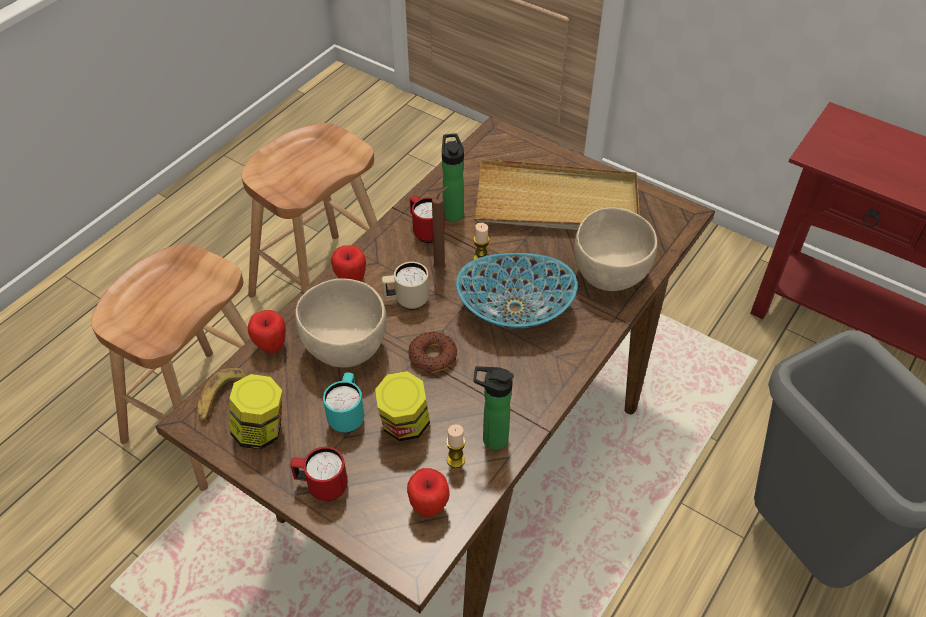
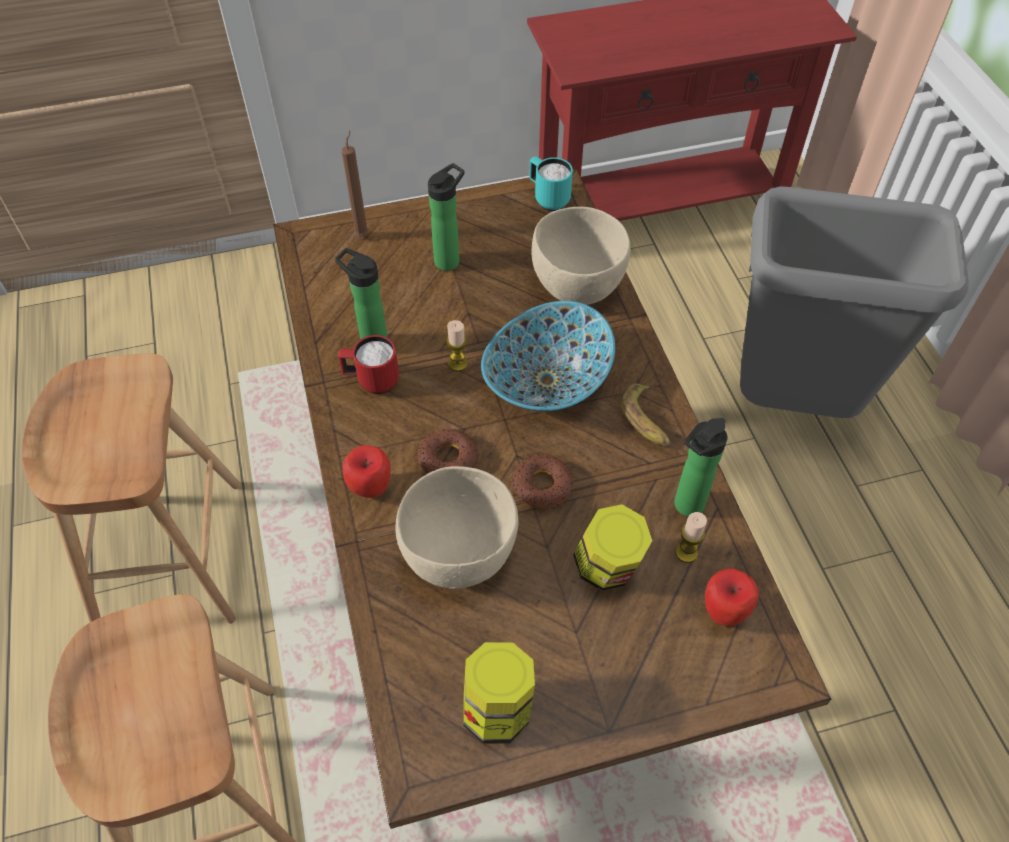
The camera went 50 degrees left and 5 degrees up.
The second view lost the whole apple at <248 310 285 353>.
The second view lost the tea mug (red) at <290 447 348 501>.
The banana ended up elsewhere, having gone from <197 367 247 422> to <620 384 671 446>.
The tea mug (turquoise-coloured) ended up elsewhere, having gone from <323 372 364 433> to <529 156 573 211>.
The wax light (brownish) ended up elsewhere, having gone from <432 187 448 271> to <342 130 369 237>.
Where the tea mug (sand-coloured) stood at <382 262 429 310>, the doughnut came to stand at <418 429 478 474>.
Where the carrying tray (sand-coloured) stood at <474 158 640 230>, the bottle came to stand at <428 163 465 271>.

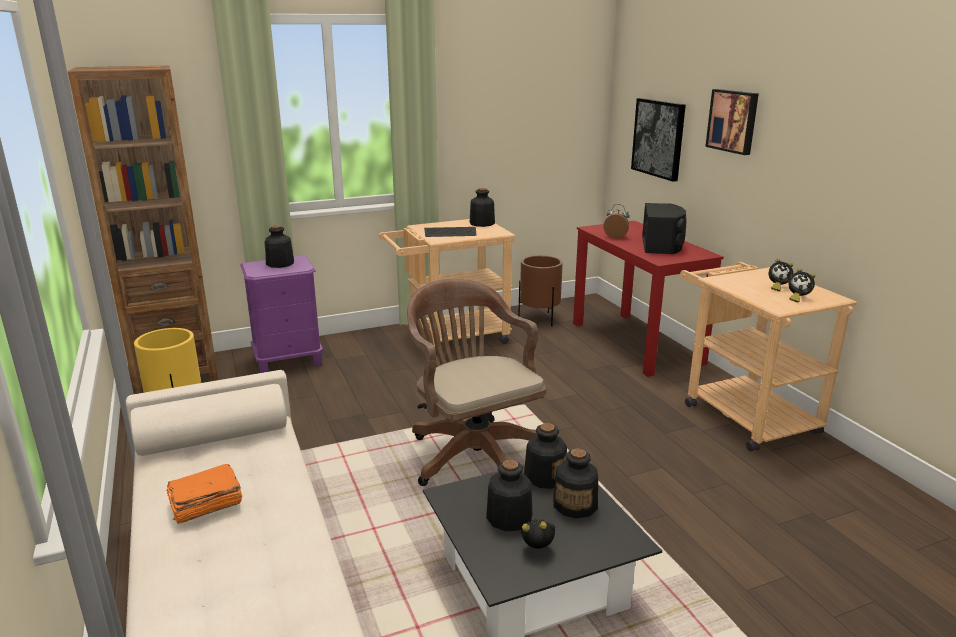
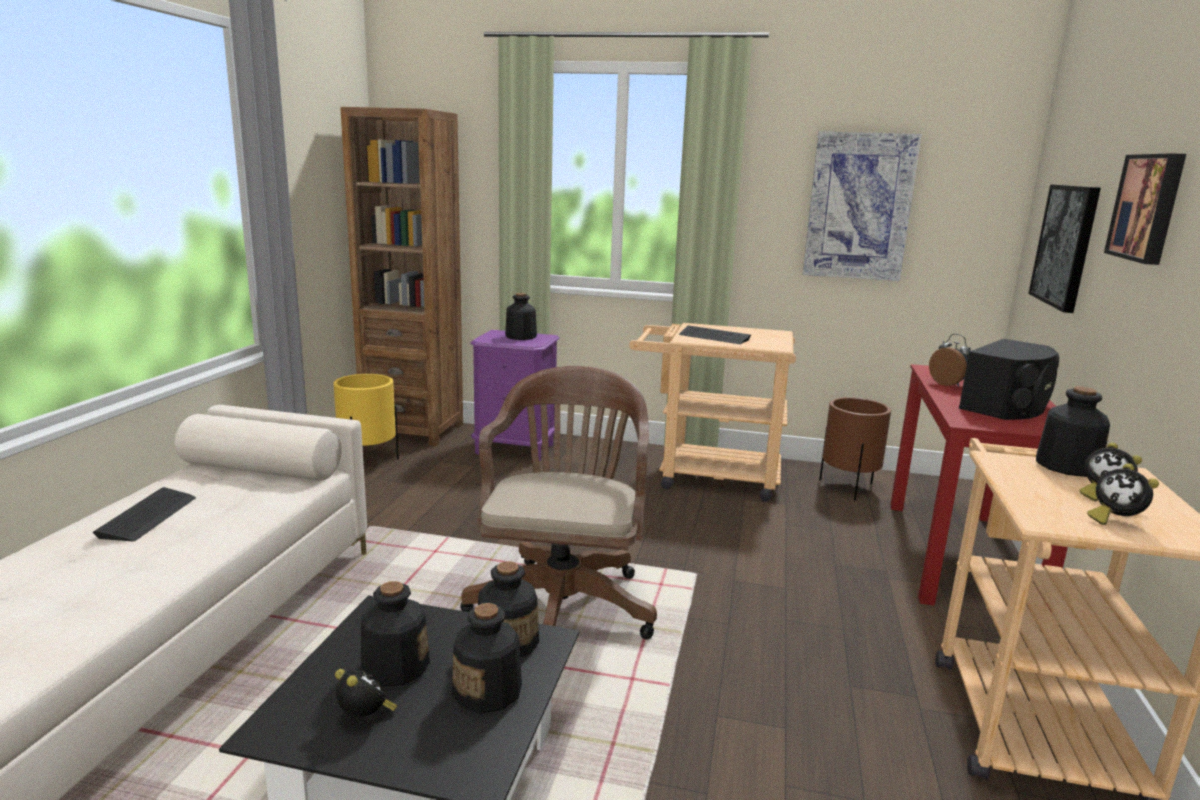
The camera went 35 degrees right and 5 degrees down.
The second view gained the wall picture at <803 131 922 281>.
The bottle ended up elsewhere, having gone from <470 188 495 227> to <1036 386 1110 477>.
Where the volume (orange) stood at <166 464 242 524>, the PC keyboard came to stand at <93 487 196 541>.

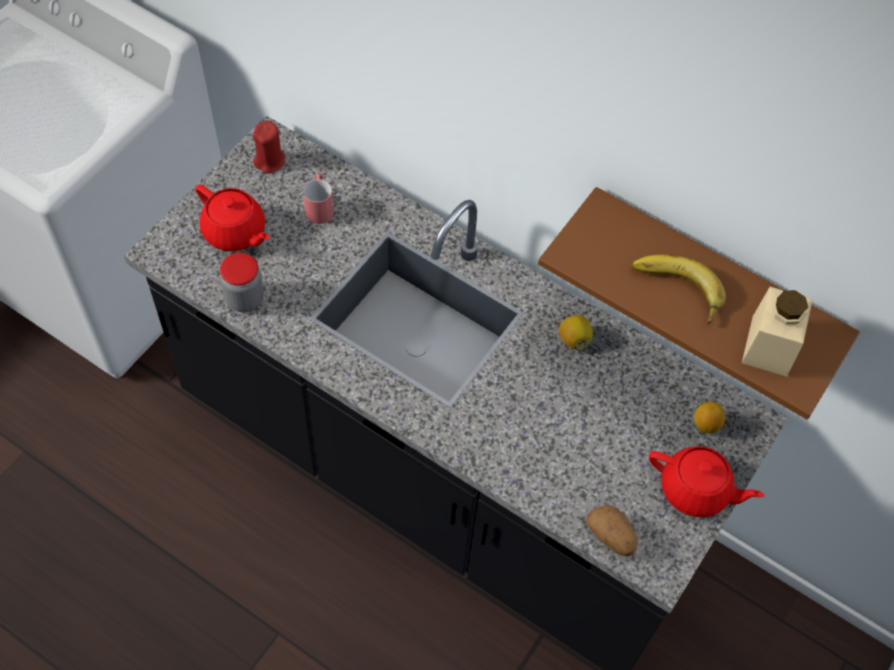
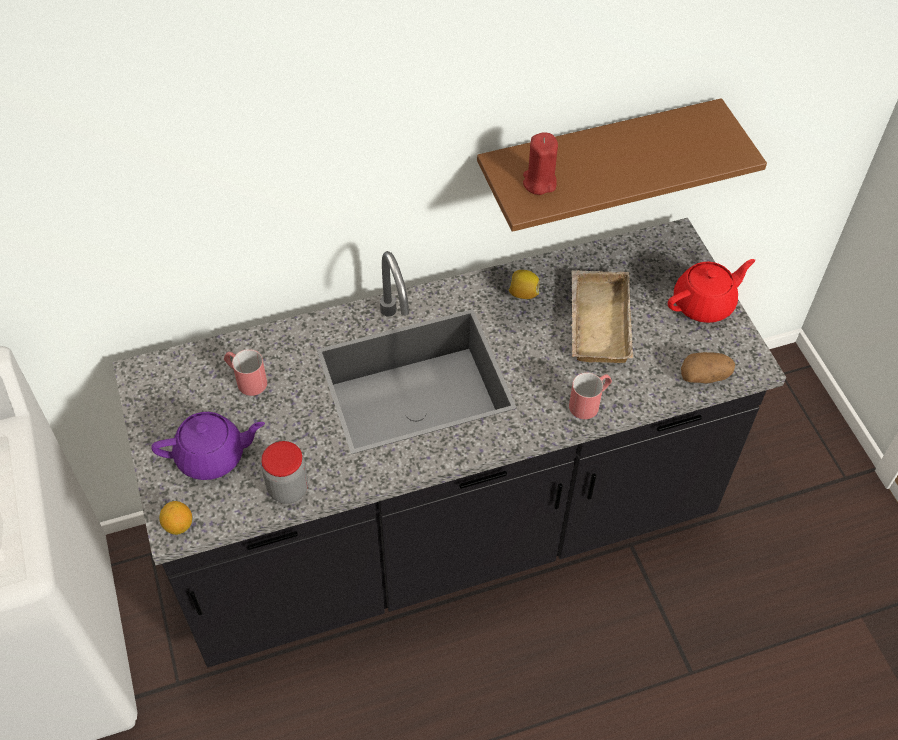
The camera went 50 degrees left and 5 degrees down.
The second view lost the banana at <632 255 726 324>.
The second view lost the jar (sand-coloured) at <742 287 813 376>.
The second view gained the tea mug (red) at <569 373 612 419>.
The second view gained the carrying tray (sand-coloured) at <571 270 633 363>.
The wax light (red) ended up elsewhere, having gone from <253 121 285 173> to <523 132 558 195>.
The whole lemon ended up elsewhere, having gone from <694 402 725 433> to <159 501 192 535>.
What was the pot for tea (red) at <196 185 270 251> turned into the pot for tea (purplish) at <151 412 265 480>.

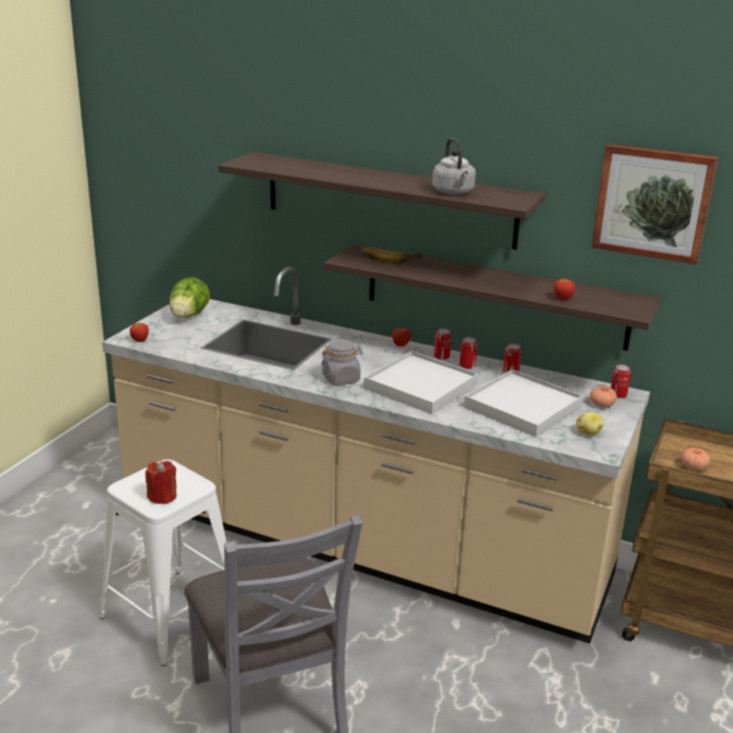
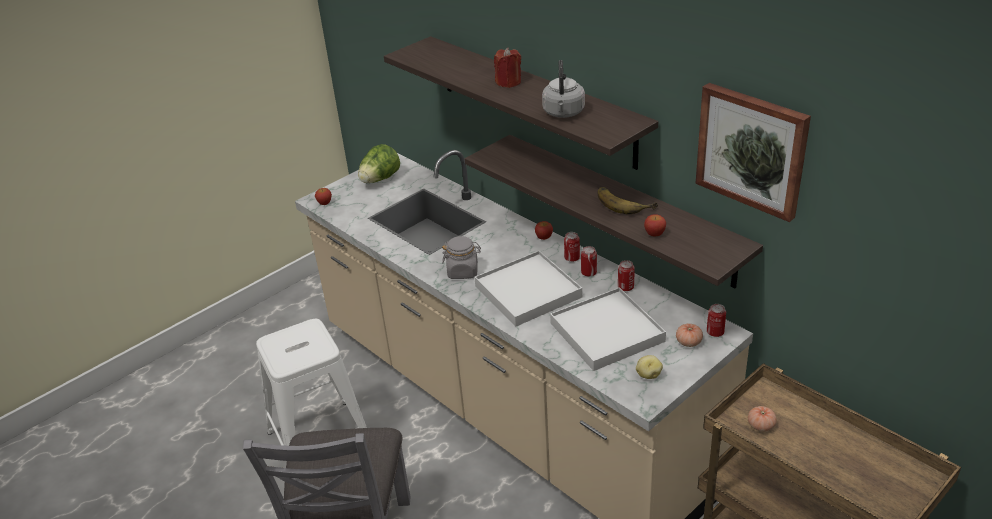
The camera went 25 degrees right and 10 degrees up.
The wax light (red) ended up elsewhere, having gone from <145 461 177 504> to <494 48 521 88>.
The banana ended up elsewhere, having gone from <361 246 422 264> to <598 187 658 214>.

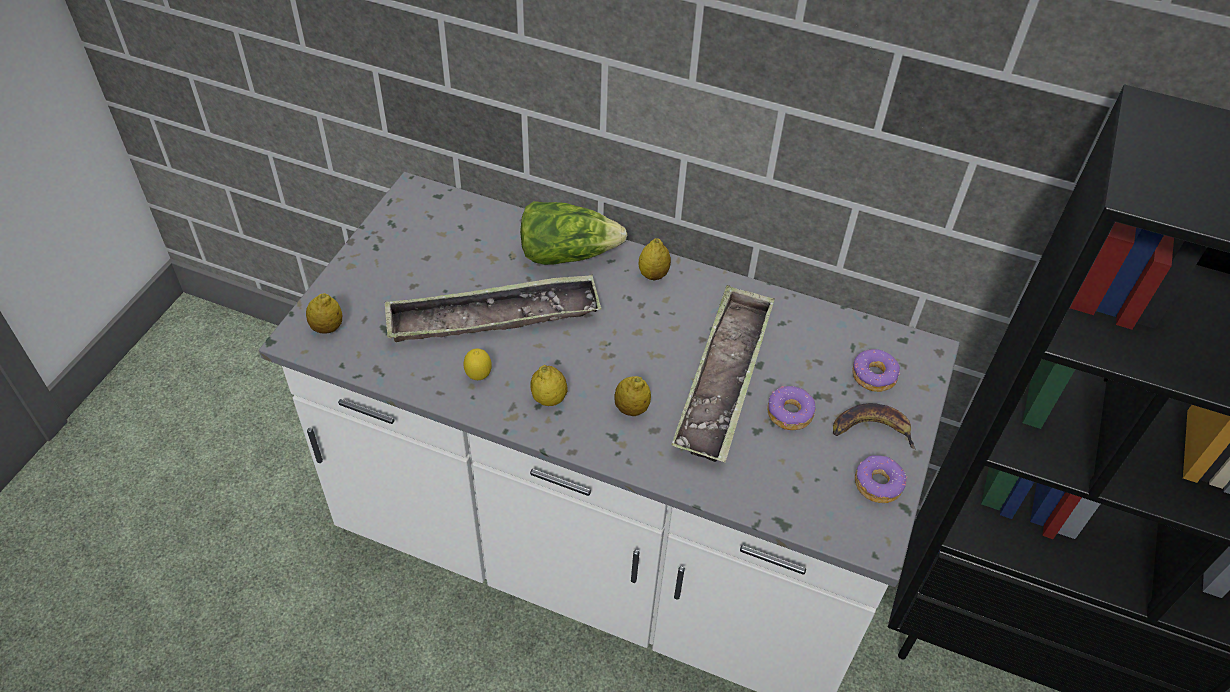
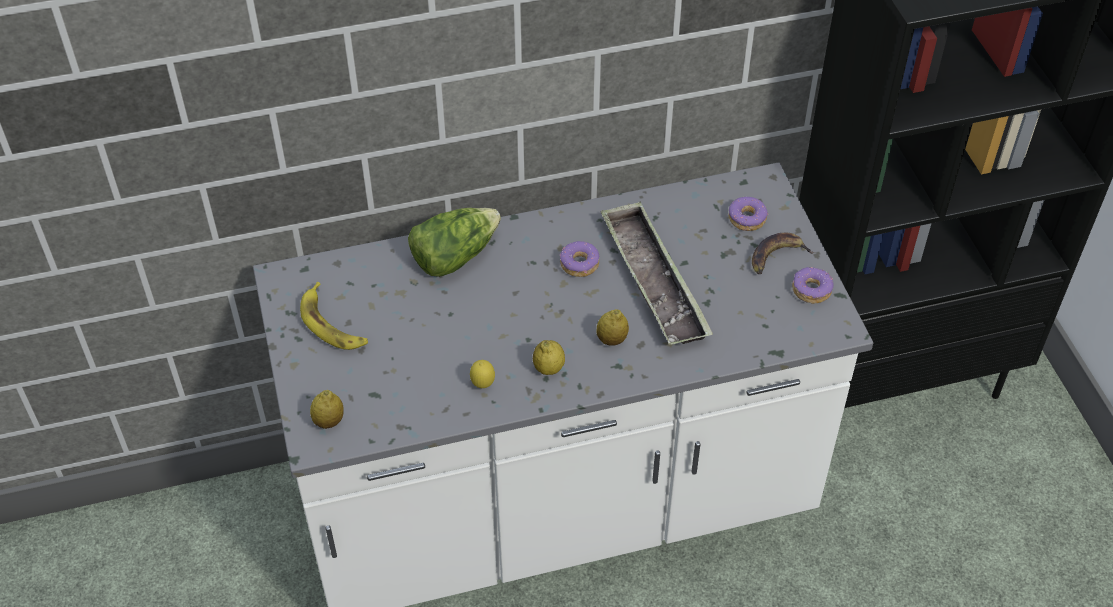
The camera went 35 degrees left and 0 degrees up.
The second view lost the carrying tray at <385 274 601 342>.
The second view lost the whole lemon at <639 239 671 280>.
The second view gained the banana at <300 282 368 350>.
The doughnut ended up elsewhere, having gone from <767 386 815 430> to <560 241 599 277>.

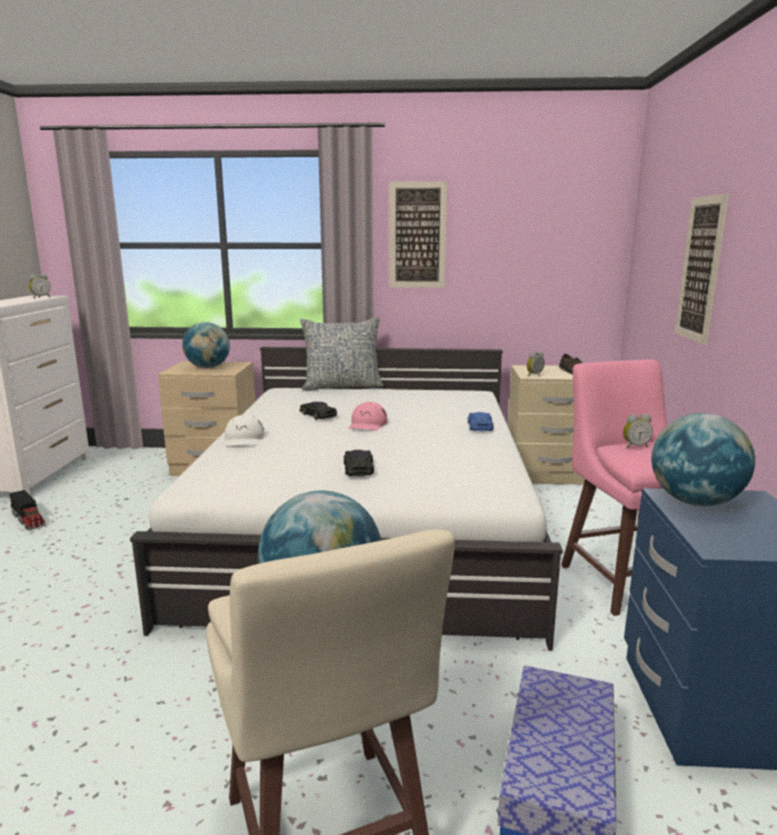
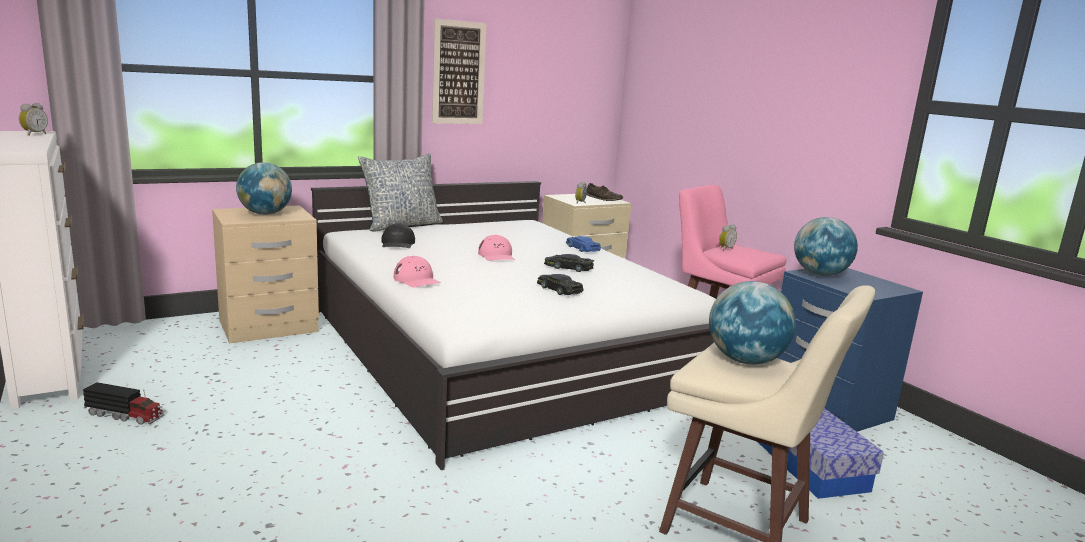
The camera went 35 degrees left and 0 degrees up.
The second view lost the wall picture at <674 193 729 345>.
The second view gained the baseball cap (black) at <381 223 415 248>.
The model car (black) ended up elsewhere, having gone from <300 402 337 420> to <544 254 594 272>.
What was the baseball cap (white-coloured) at <224 415 265 446> turned into the baseball cap (pinkish) at <394 256 441 287>.

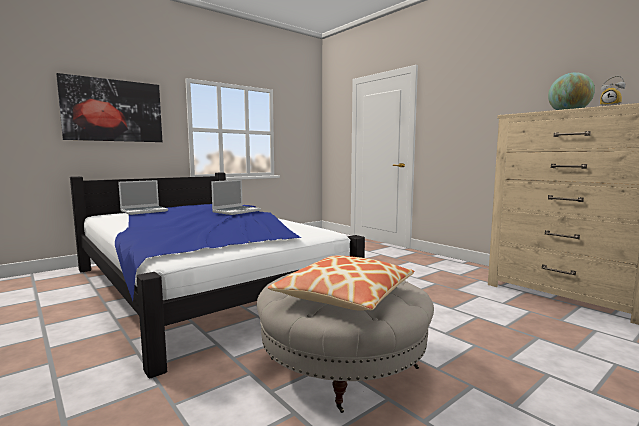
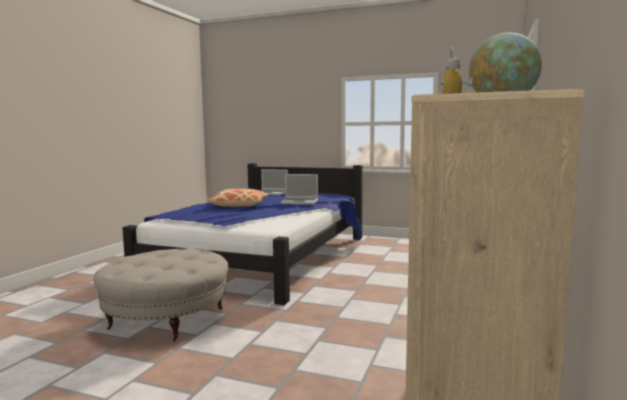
The camera went 60 degrees right and 0 degrees up.
The second view lost the wall picture at <56 73 162 142>.
The throw pillow ended up elsewhere, having gone from <268 255 414 310> to <205 189 268 207>.

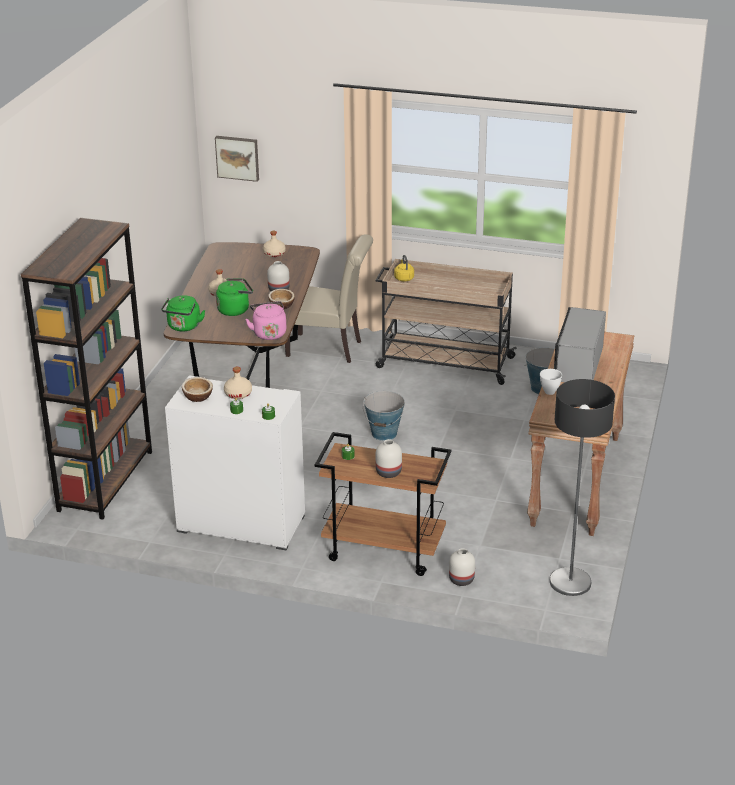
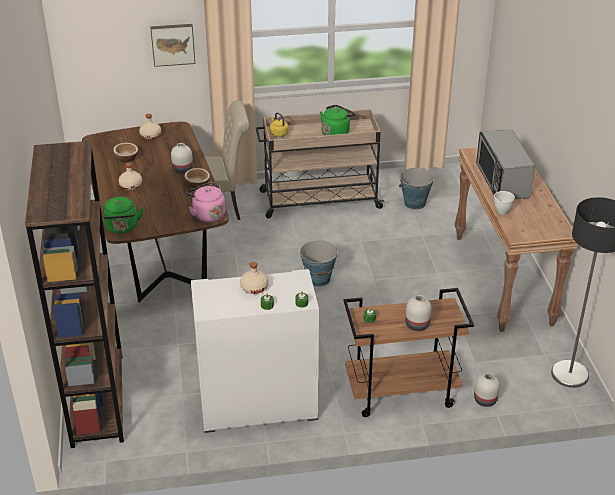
The camera went 25 degrees left and 5 degrees up.
The serving bowl ended up elsewhere, having gone from <182 377 213 402> to <113 143 138 162>.
The wall picture ended up elsewhere, having gone from <215 136 259 182> to <150 24 195 67>.
The water kettle (green) ended up elsewhere, having gone from <216 278 253 316> to <320 105 356 135>.

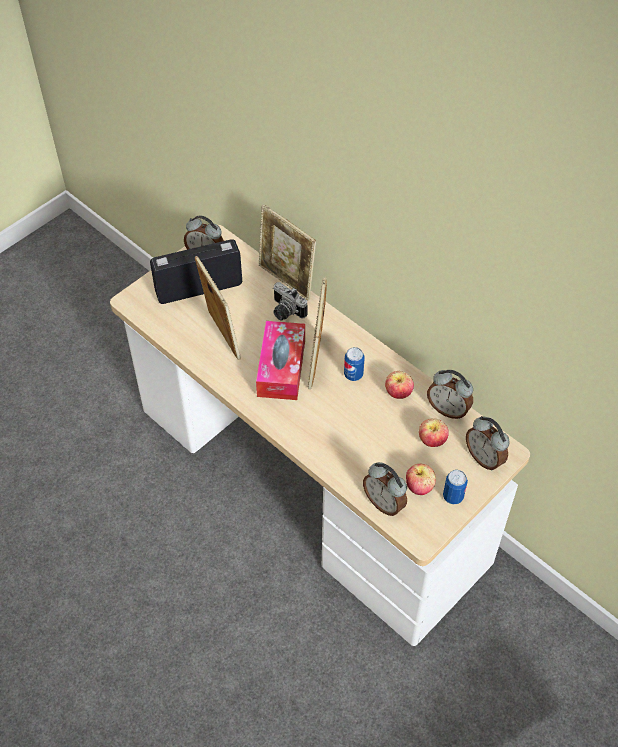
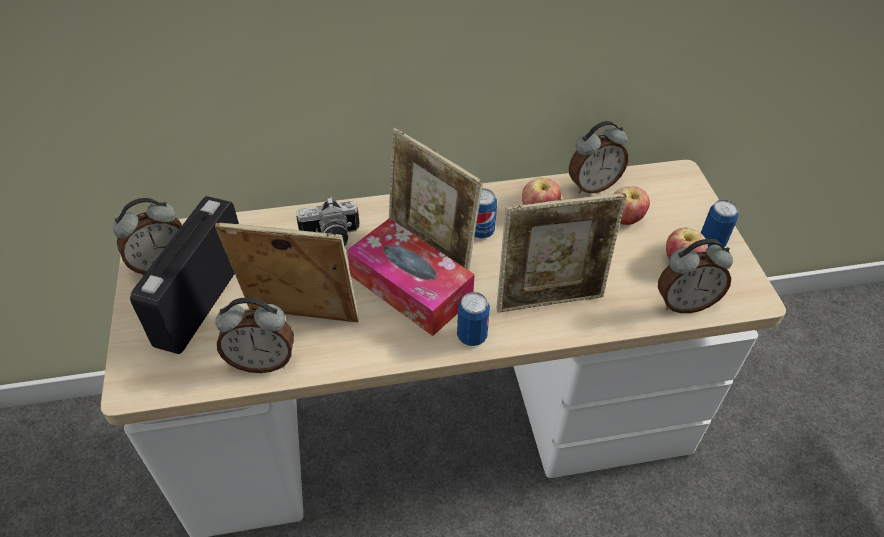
The camera went 55 degrees left and 5 degrees down.
The second view gained the can at <457 292 490 346>.
The picture frame ended up elsewhere, having gone from <259 204 316 301> to <497 193 627 313>.
The table clock ended up elsewhere, having gone from <466 416 510 470> to <215 297 294 373>.

